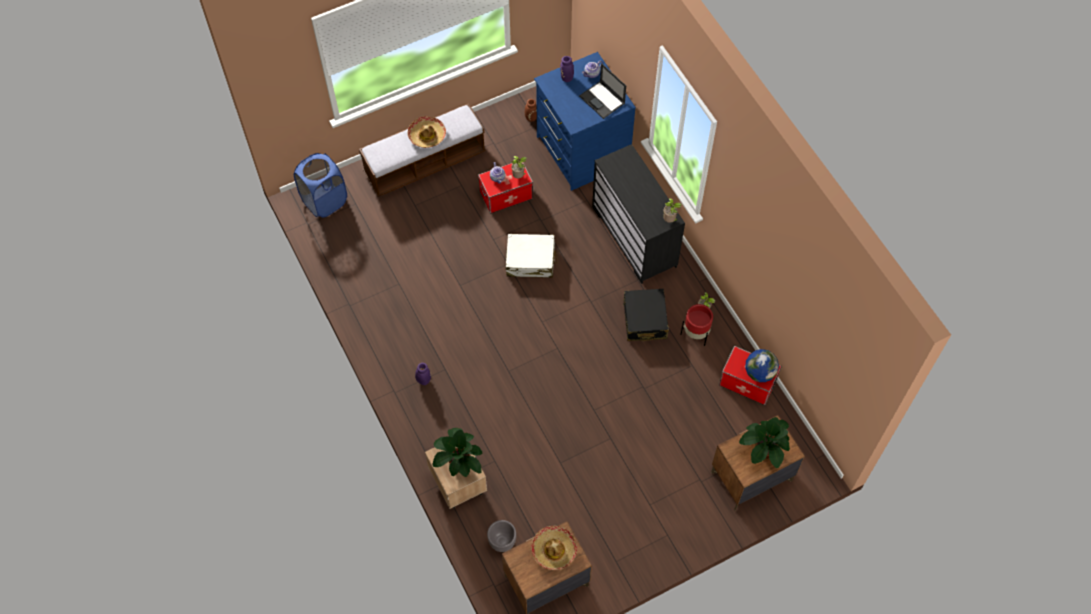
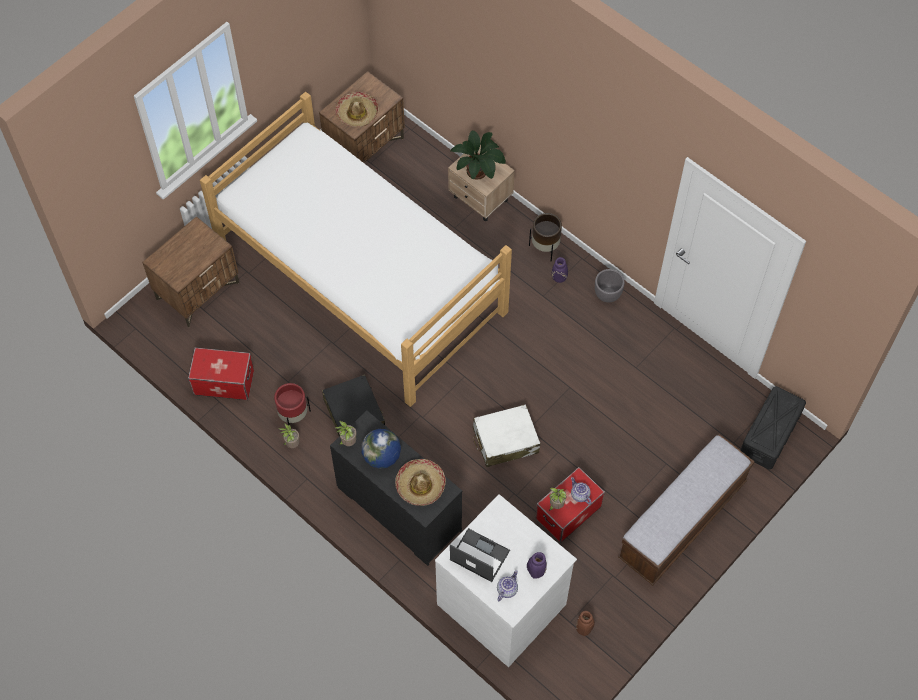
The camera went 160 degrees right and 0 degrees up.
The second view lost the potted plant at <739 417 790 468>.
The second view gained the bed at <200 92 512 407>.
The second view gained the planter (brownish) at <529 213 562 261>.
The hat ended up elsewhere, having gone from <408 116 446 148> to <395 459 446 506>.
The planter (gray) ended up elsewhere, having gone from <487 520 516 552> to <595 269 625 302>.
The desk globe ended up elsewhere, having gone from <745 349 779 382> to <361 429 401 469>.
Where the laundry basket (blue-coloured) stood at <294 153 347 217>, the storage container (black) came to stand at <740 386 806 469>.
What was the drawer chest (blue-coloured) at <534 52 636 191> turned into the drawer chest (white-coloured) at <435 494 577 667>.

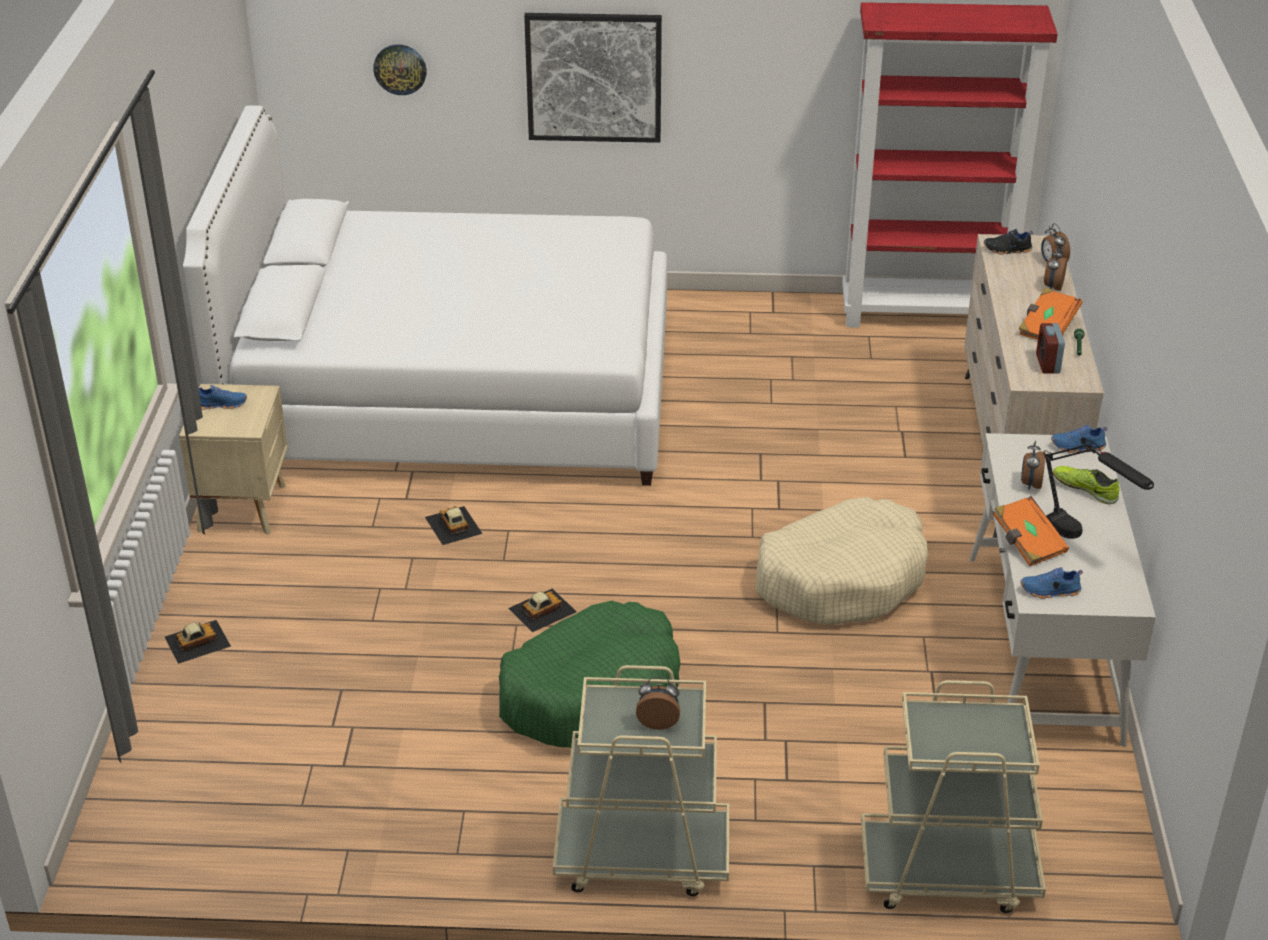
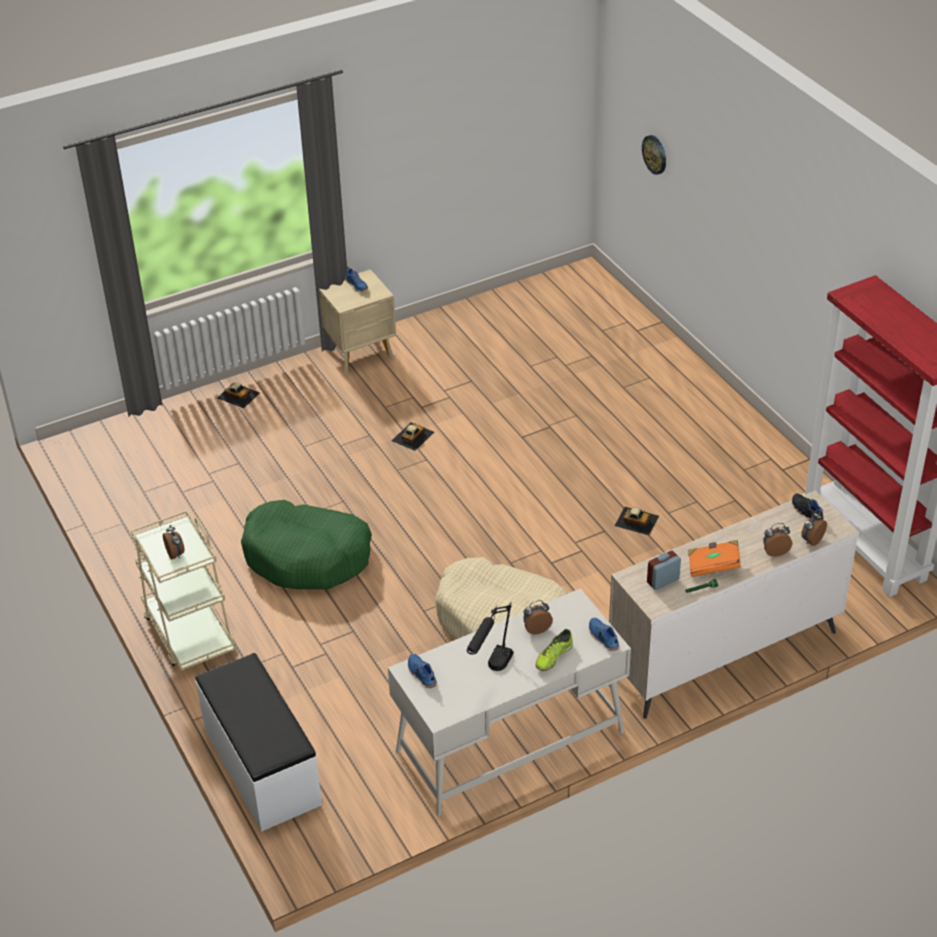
The camera went 60 degrees right and 5 degrees up.
The second view lost the bed (white-coloured) at <183 105 667 486>.
The second view lost the wall picture at <524 13 662 143>.
The second view lost the volume (orange) at <993 496 1069 566>.
The model car ended up elsewhere, having gone from <508 589 577 632> to <615 507 659 535>.
Where the trolley (sand-coloured) stood at <861 680 1046 913>, the indoor bench (white-coloured) came to stand at <195 653 322 832>.
The low shoe at <1053 466 1120 504> ended up facing another way, 150 degrees counterclockwise from before.

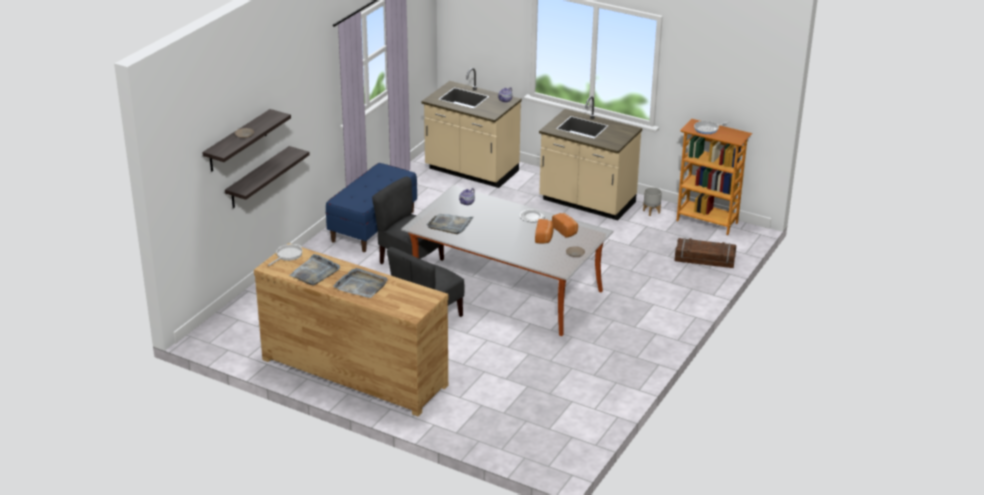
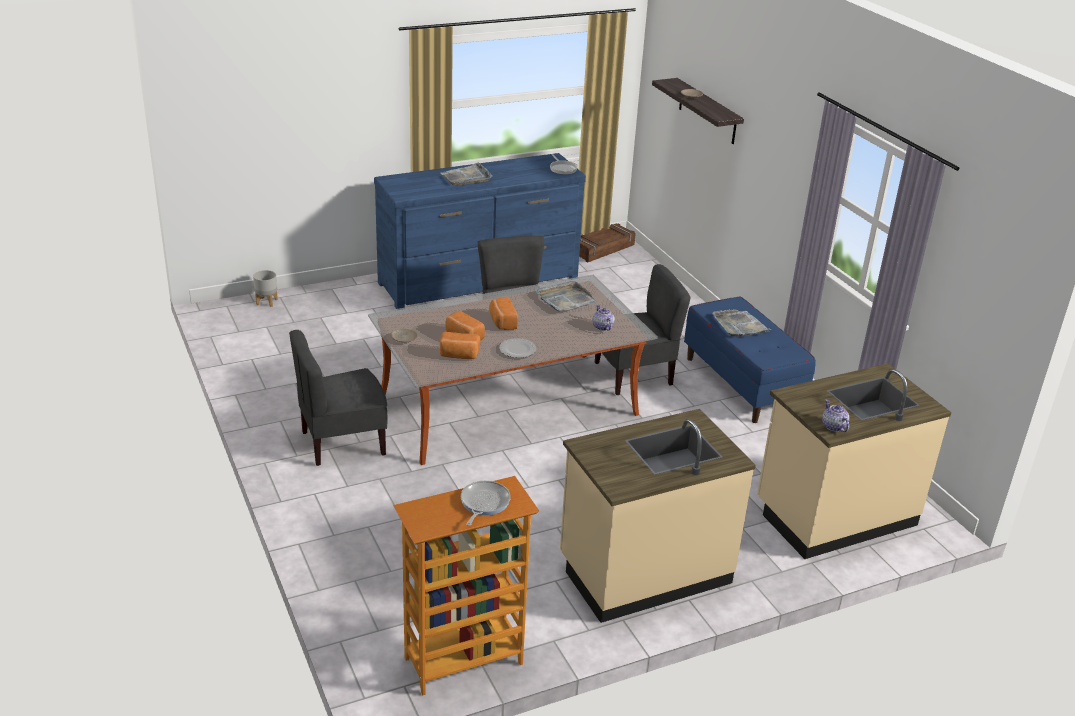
The camera went 125 degrees right and 0 degrees up.
The second view lost the bracket shelf at <225 146 310 208>.
The second view gained the plain chair (gray) at <289 330 388 466>.
The second view gained the bread at <489 297 518 330>.
The carrying tray (gray) ended up elsewhere, having gone from <290 254 340 286> to <712 309 771 337>.
The planter (gray) ended up elsewhere, having gone from <643 187 662 216> to <253 270 278 307>.
The packing crate ended up elsewhere, having gone from <675 238 736 268> to <579 223 636 262>.
What was the drawer chest (brownish) at <254 243 448 416> turned into the drawer chest (blue-coloured) at <374 153 586 309>.

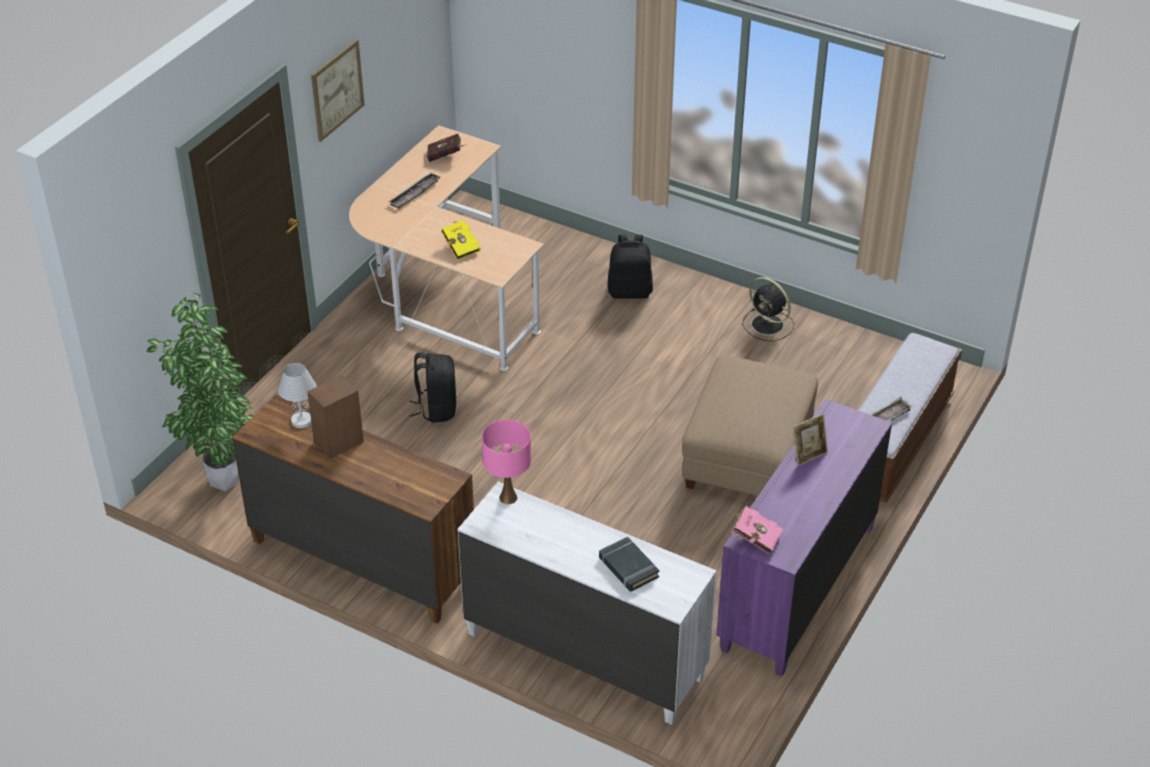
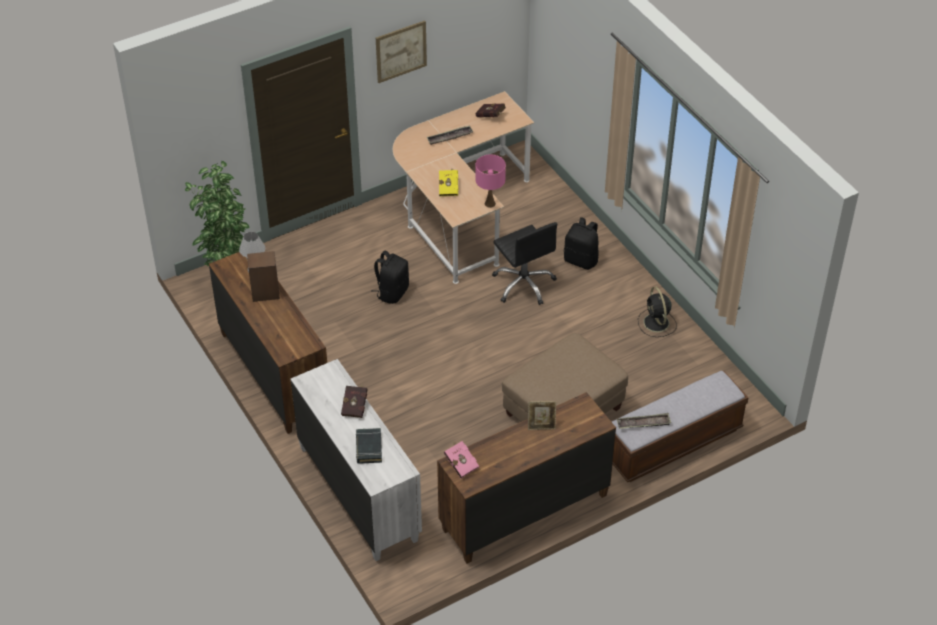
The camera went 30 degrees right and 5 degrees up.
The second view gained the volume (red) at <341 385 368 418>.
The second view gained the office chair (black) at <492 222 557 305>.
The tabletop lamp (pinkish) ended up elsewhere, having gone from <482 420 531 504> to <475 154 506 208>.
What was the drawer chest (purplish) at <716 399 892 676> turned into the drawer chest (brownish) at <437 392 616 563>.

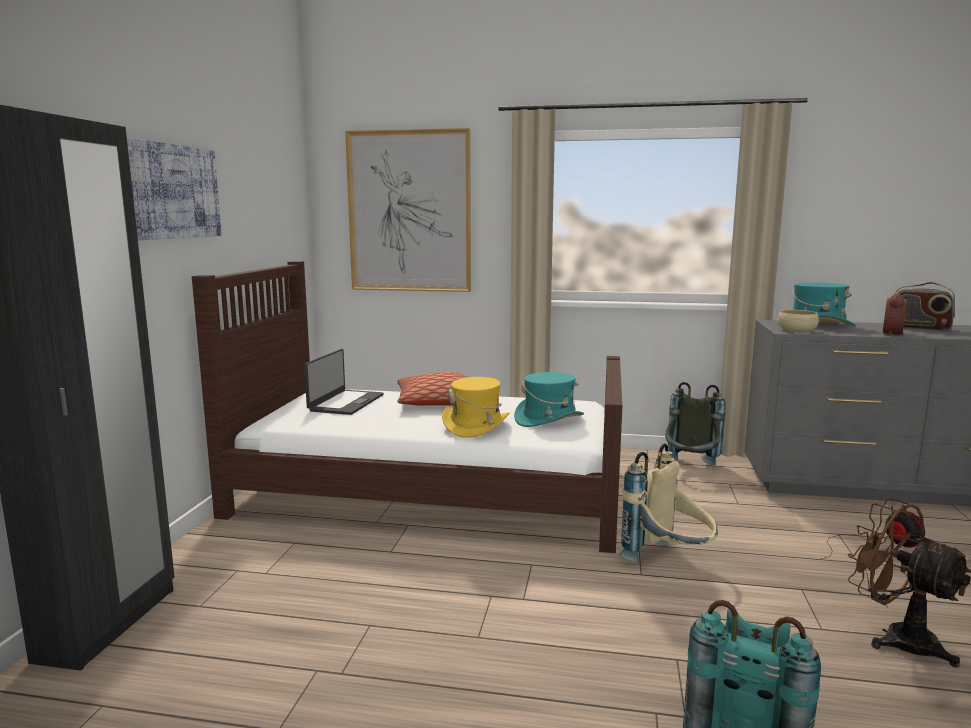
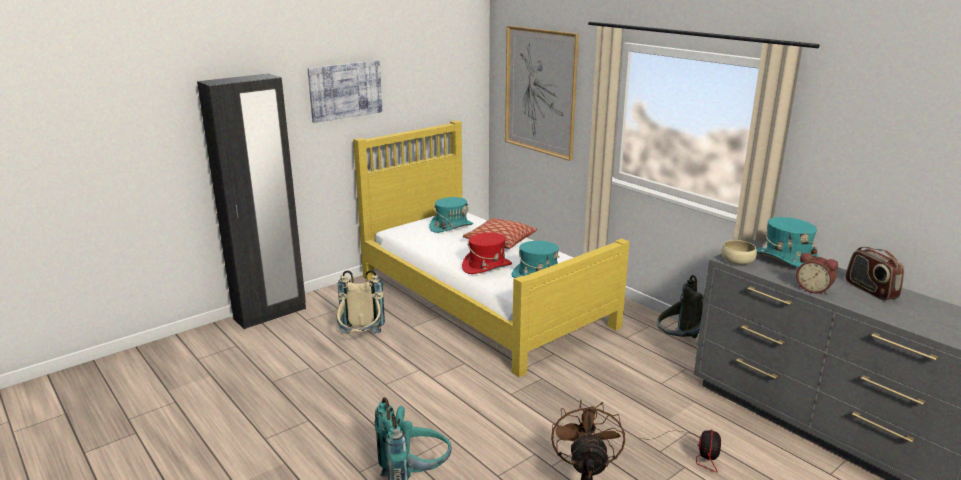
The camera went 40 degrees right and 10 degrees up.
The rucksack (sand-coloured) ended up elsewhere, having gone from <618 443 718 563> to <337 270 385 334>.
Where the portable computer stood at <304 349 384 415>, the hat (turquoise-coloured) came to stand at <429 197 473 233>.
What was the bed (brownish) at <192 261 622 553> turned into the bed (yellowish) at <353 120 630 377>.
What was the hat (yellowish) at <442 377 509 438> turned into the hat (red) at <462 232 512 274>.
The table clock at <883 294 911 336> ended up facing another way, 120 degrees counterclockwise from before.

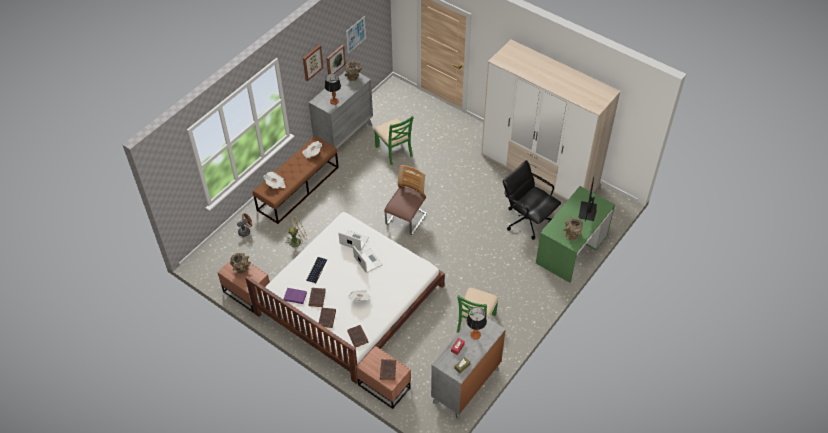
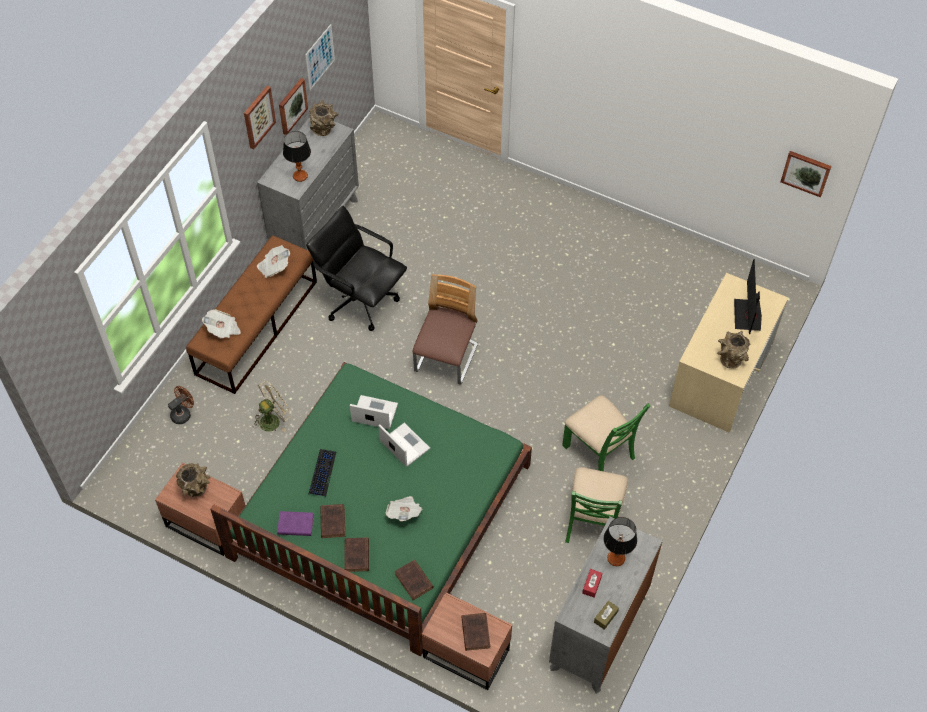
The camera went 10 degrees left and 5 degrees up.
The second view lost the armoire at <481 40 621 201>.
The second view gained the wall picture at <781 151 832 197>.
The plain chair (green) ended up elsewhere, having gone from <374 116 414 166> to <562 395 650 471>.
The office chair (black) ended up elsewhere, having gone from <503 160 561 240> to <306 206 407 331>.
What was the bed (white-coloured) at <245 212 445 384> turned into the bed (green) at <210 362 532 656>.
What was the desk table (green) at <536 186 615 283> turned into the desk table (sand-coloured) at <669 273 788 433>.

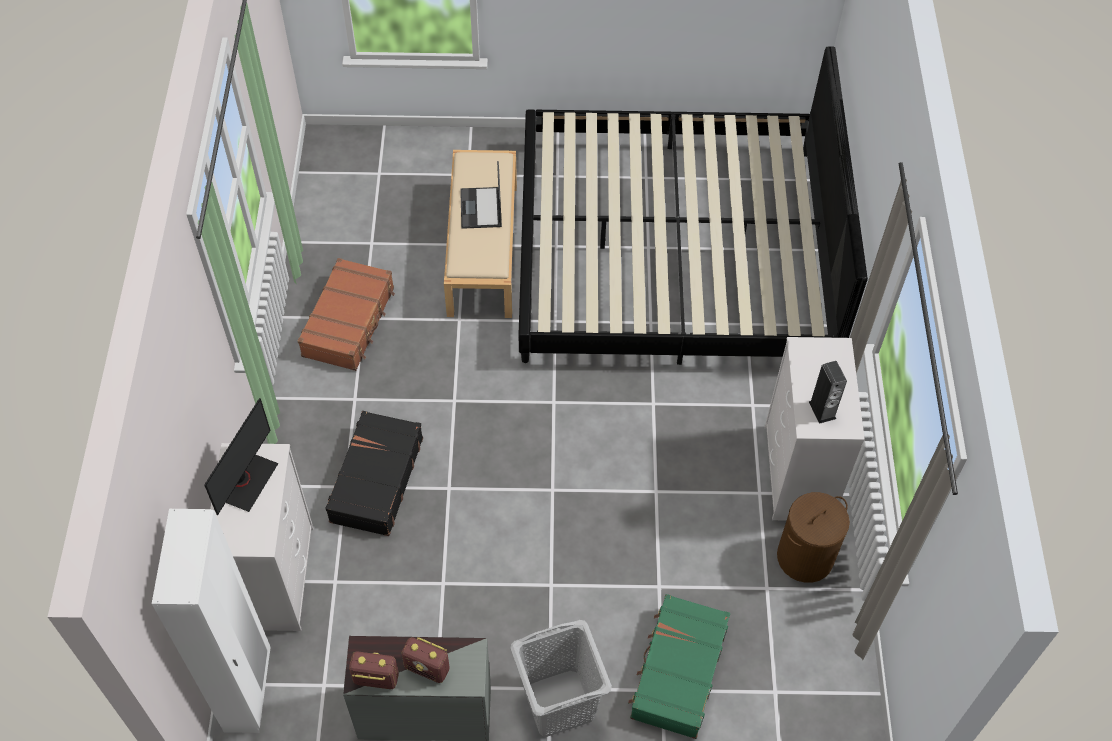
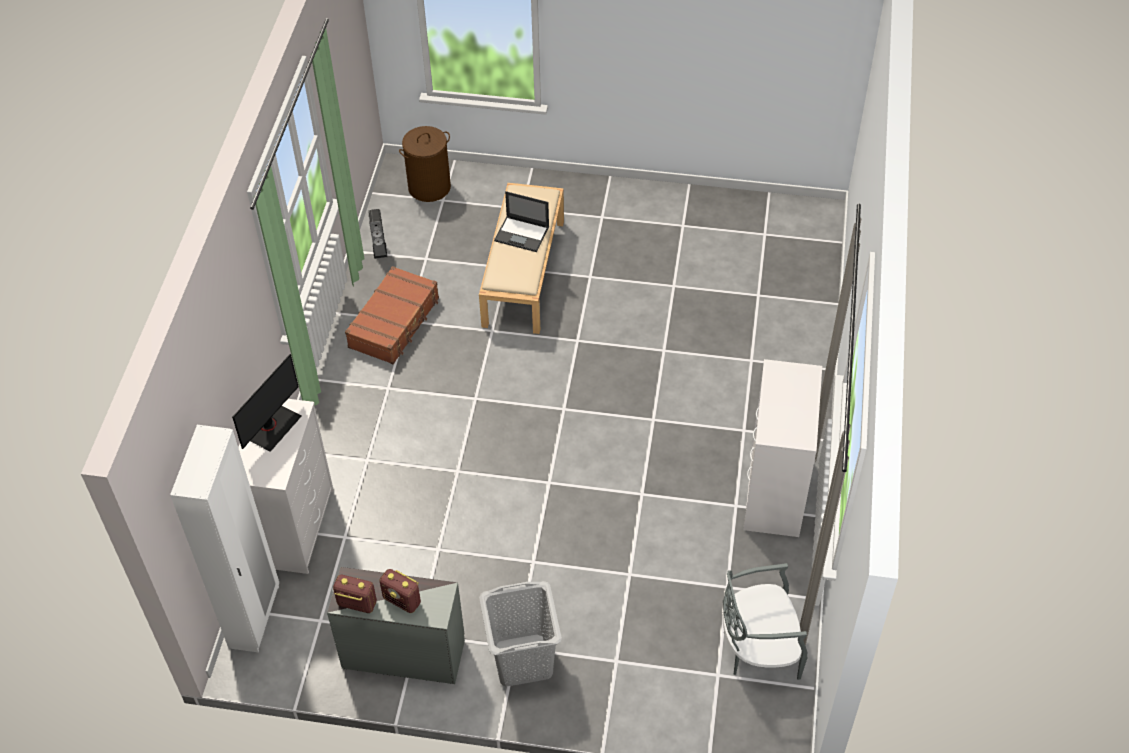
The camera went 10 degrees right and 5 degrees down.
The second view lost the suitcase (black) at <325 411 423 536>.
The second view lost the bed at <518 46 868 365>.
The second view lost the suitcase (green) at <628 594 730 739>.
The second view gained the plain chair (gray) at <723 563 808 680>.
The laundry basket (brownish) ended up elsewhere, having gone from <777 492 850 583> to <399 126 451 202>.
The audio speaker ended up elsewhere, having gone from <809 361 847 424> to <368 209 387 259>.
The portable computer at <460 161 502 229> ended up facing another way, 75 degrees counterclockwise from before.

